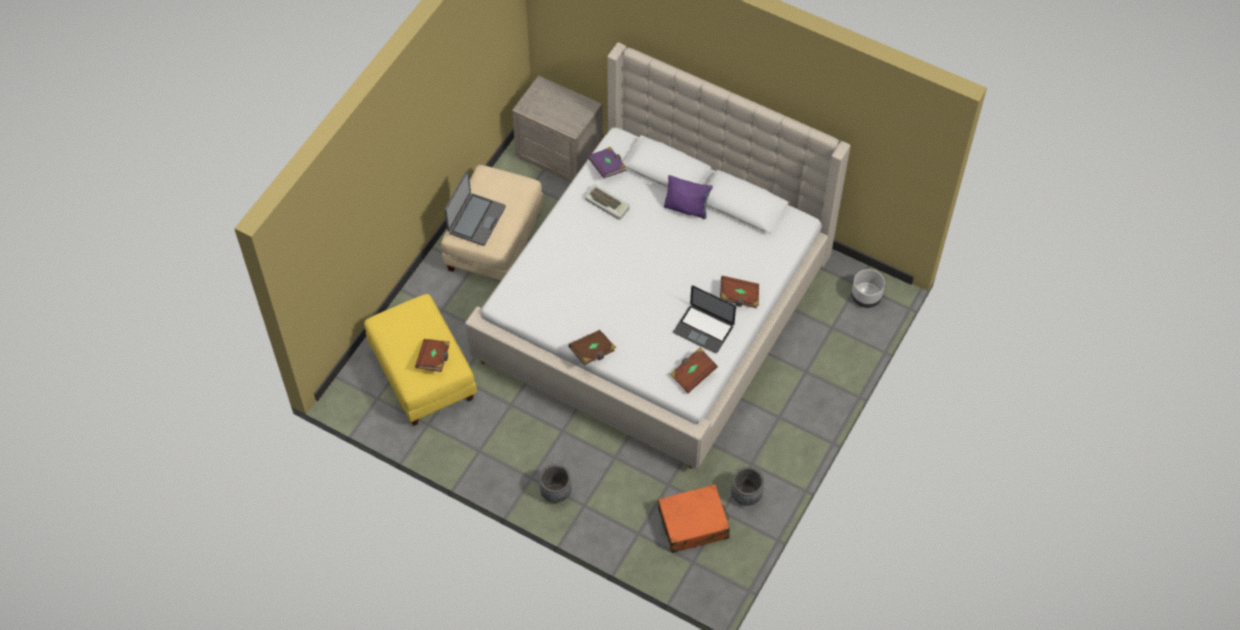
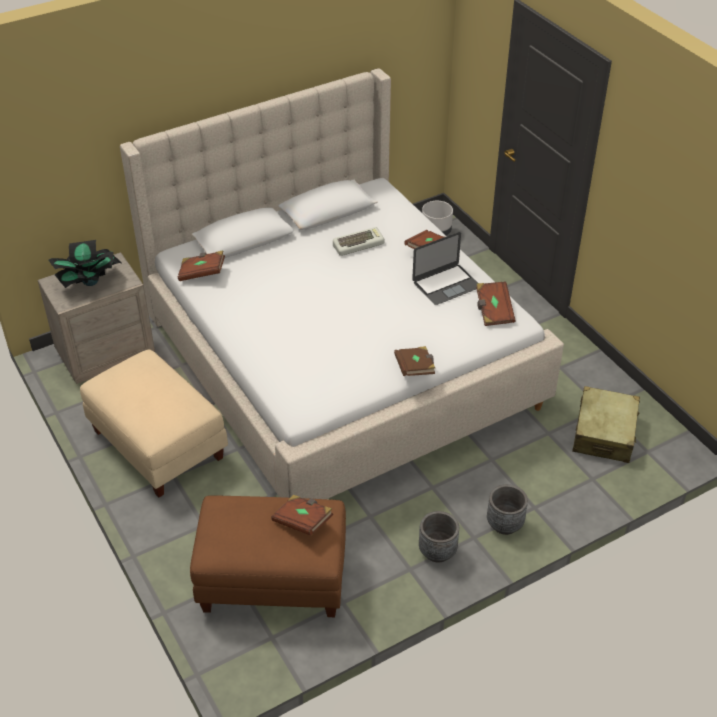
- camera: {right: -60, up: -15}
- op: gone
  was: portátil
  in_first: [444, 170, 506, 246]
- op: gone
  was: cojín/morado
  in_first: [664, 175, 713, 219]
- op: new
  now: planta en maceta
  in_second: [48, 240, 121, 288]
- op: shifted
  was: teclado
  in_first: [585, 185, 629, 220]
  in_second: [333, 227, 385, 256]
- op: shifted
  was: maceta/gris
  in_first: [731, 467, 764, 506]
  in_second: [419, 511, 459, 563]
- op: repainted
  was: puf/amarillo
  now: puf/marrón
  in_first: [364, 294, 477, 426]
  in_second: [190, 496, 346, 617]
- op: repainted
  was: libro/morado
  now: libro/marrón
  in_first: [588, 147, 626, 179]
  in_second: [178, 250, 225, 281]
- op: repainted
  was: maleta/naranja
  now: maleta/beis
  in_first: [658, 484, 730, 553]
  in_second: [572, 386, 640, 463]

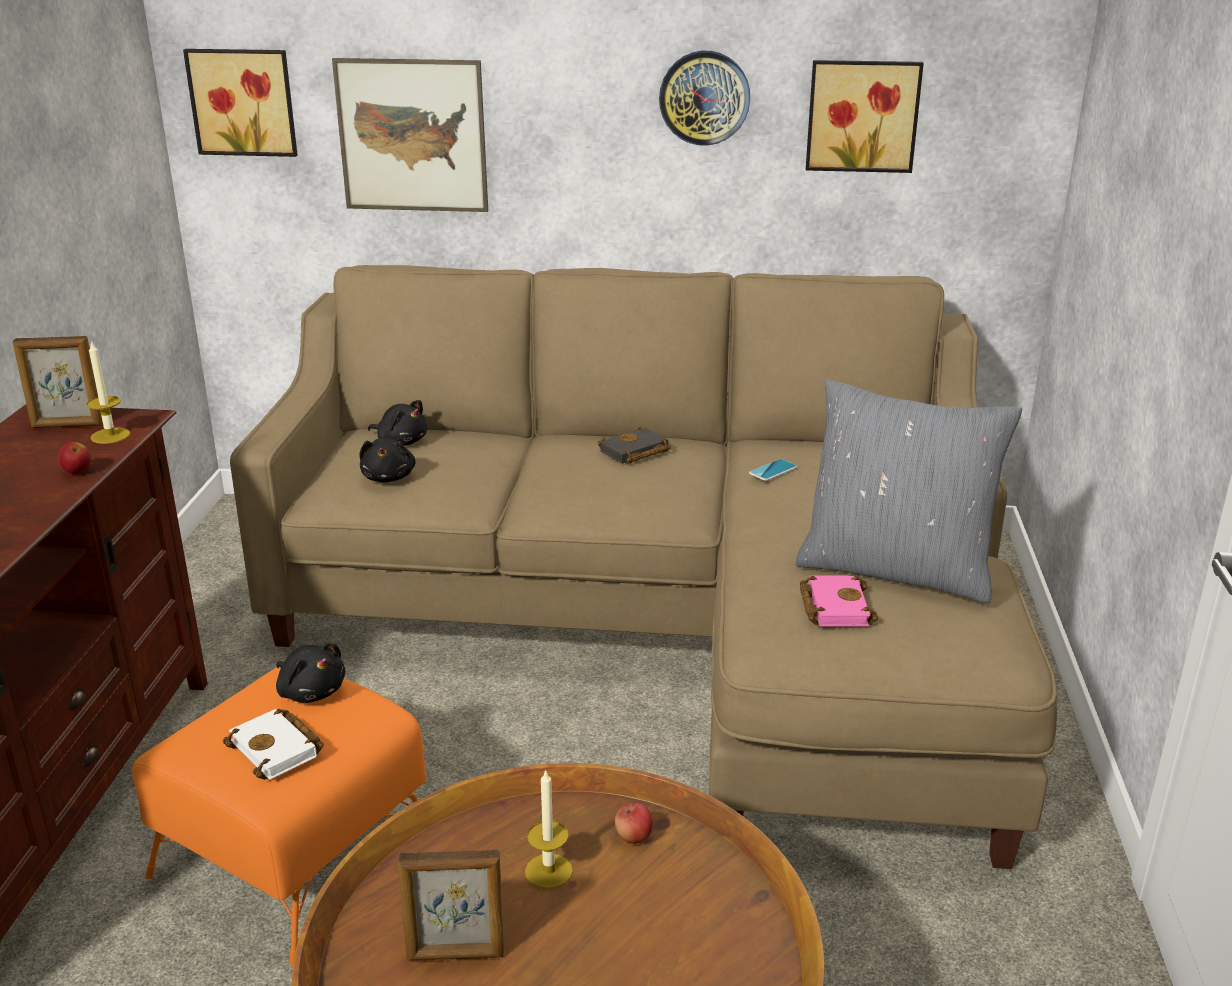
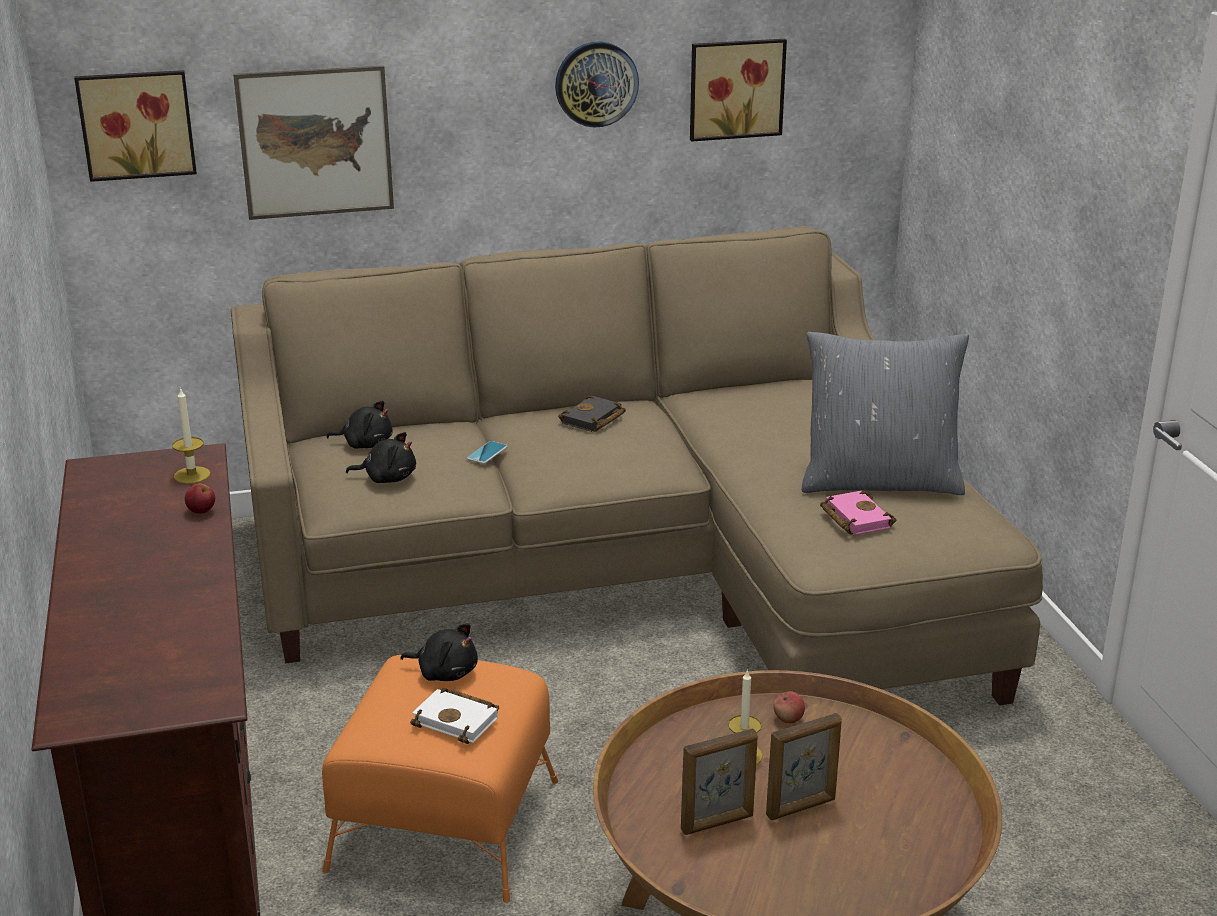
- camera: {right: -20, up: 0}
- op: shifted
  was: portarretratos
  in_first: [12, 336, 103, 428]
  in_second: [766, 713, 842, 820]
- op: shifted
  was: móvil
  in_first: [749, 459, 797, 481]
  in_second: [467, 441, 508, 464]
- op: rotated
  was: peluche/negro
  in_first: [359, 437, 416, 483]
  in_second: [346, 432, 416, 483]
  clockwise: -60

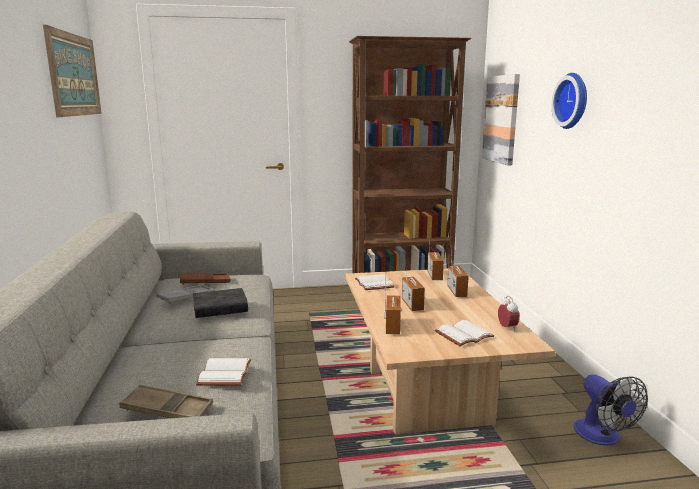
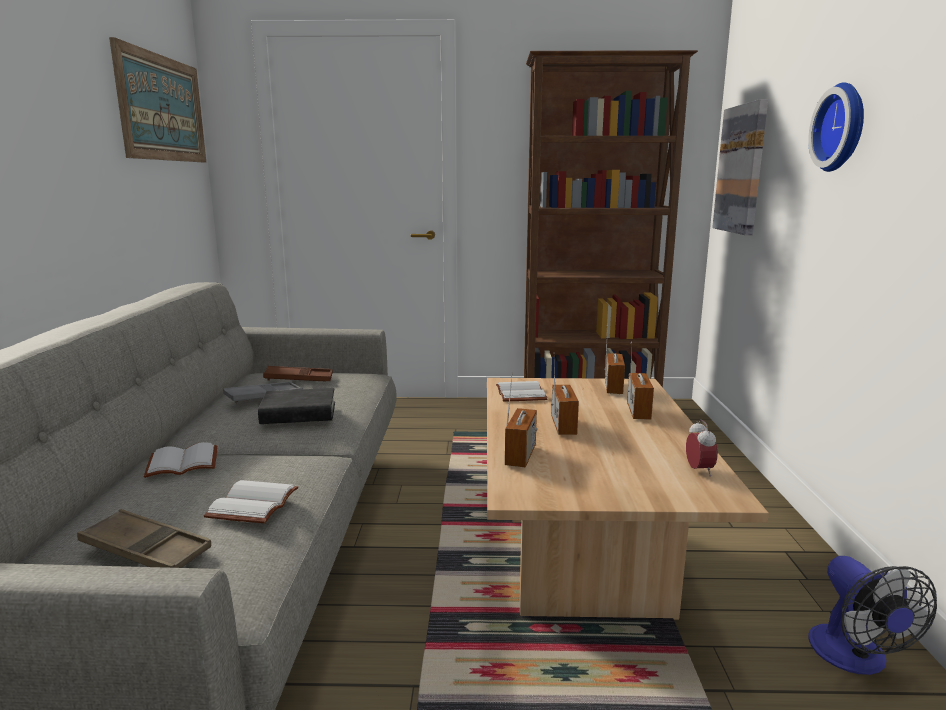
- camera: {right: 10, up: 0}
- op: shifted
  was: libro/blanco
  in_first: [435, 320, 494, 346]
  in_second: [144, 442, 217, 478]

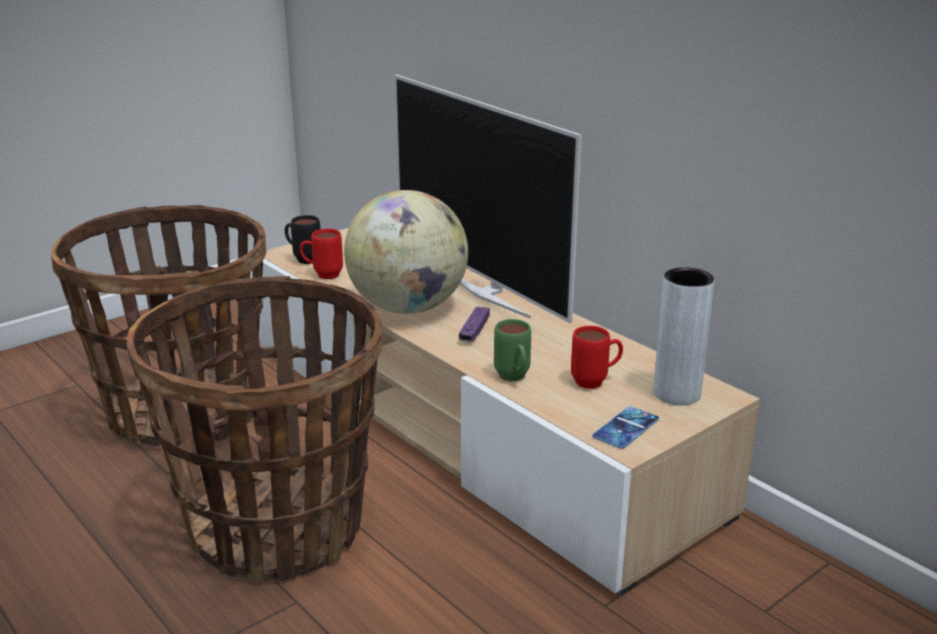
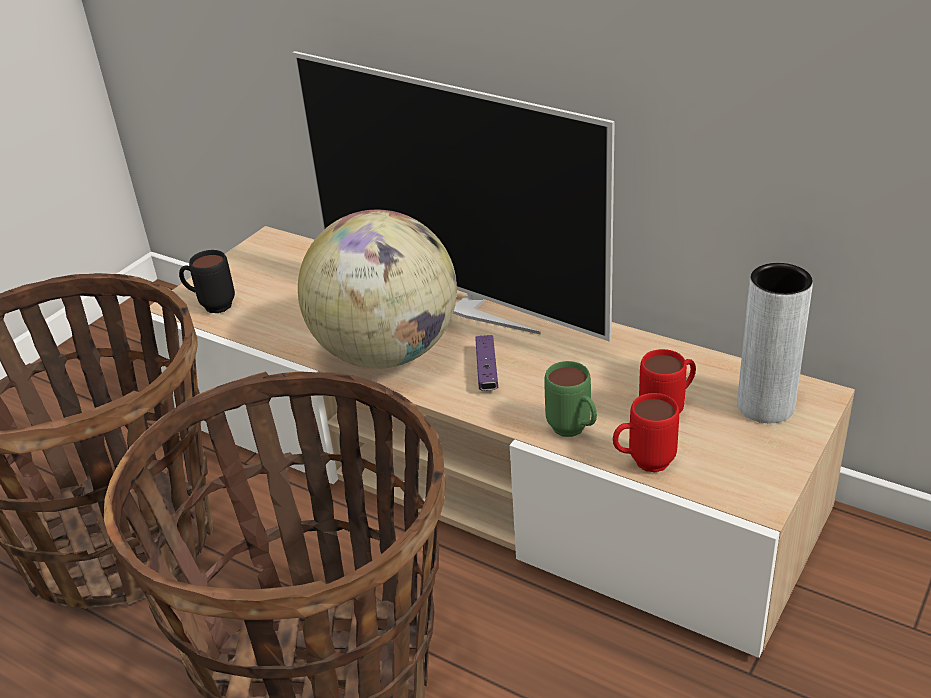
- camera: {right: -15, up: 10}
- op: gone
  was: móvil
  in_first: [592, 406, 659, 449]
- op: shifted
  was: taza grande/rojo
  in_first: [299, 229, 343, 279]
  in_second: [613, 393, 679, 472]

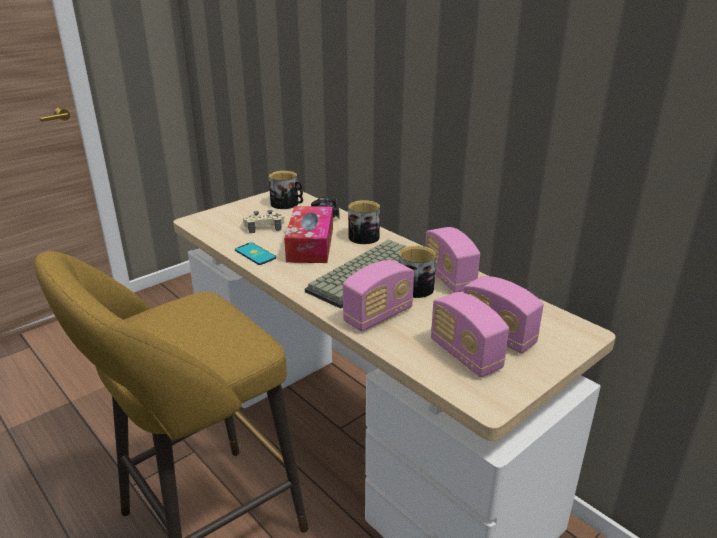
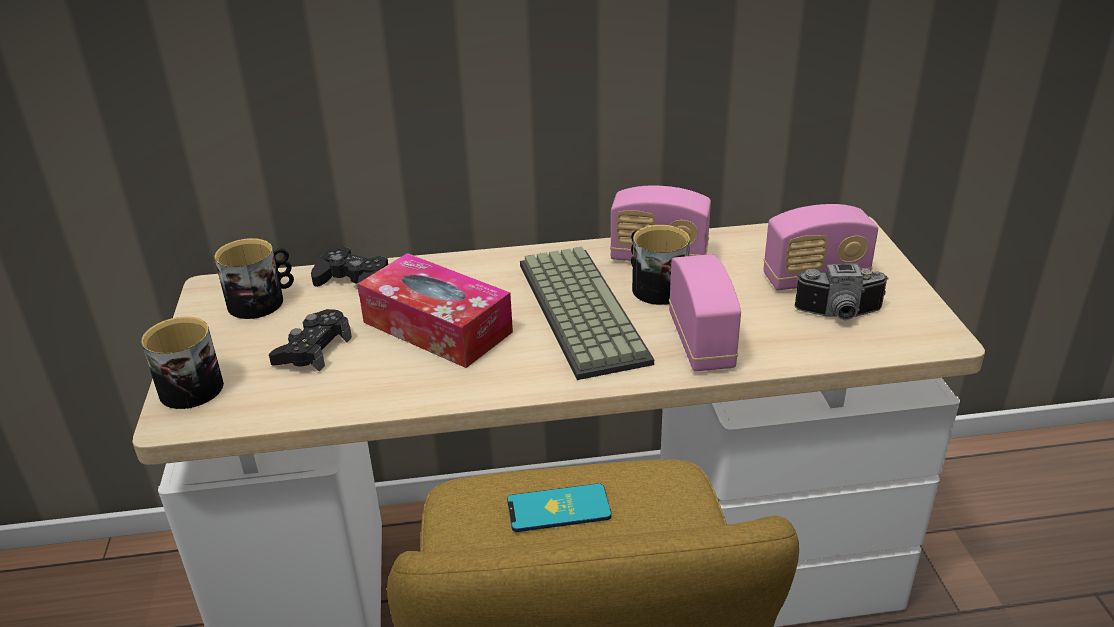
- camera: {right: -55, up: 5}
- op: shifted
  was: móvil
  in_first: [235, 242, 276, 265]
  in_second: [507, 483, 612, 532]
- op: shifted
  was: taza grande
  in_first: [348, 200, 380, 244]
  in_second: [141, 317, 224, 409]
- op: swapped
  was: radio
  now: cámara
  in_first: [431, 292, 509, 377]
  in_second: [794, 264, 889, 320]
- op: repainted
  was: mando de consola/beis
  now: mando de consola/negro
  in_first: [243, 210, 284, 233]
  in_second: [269, 309, 352, 372]

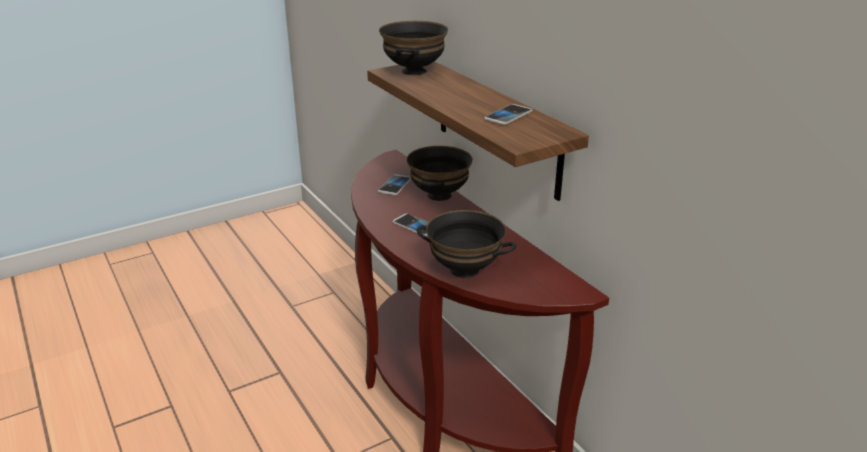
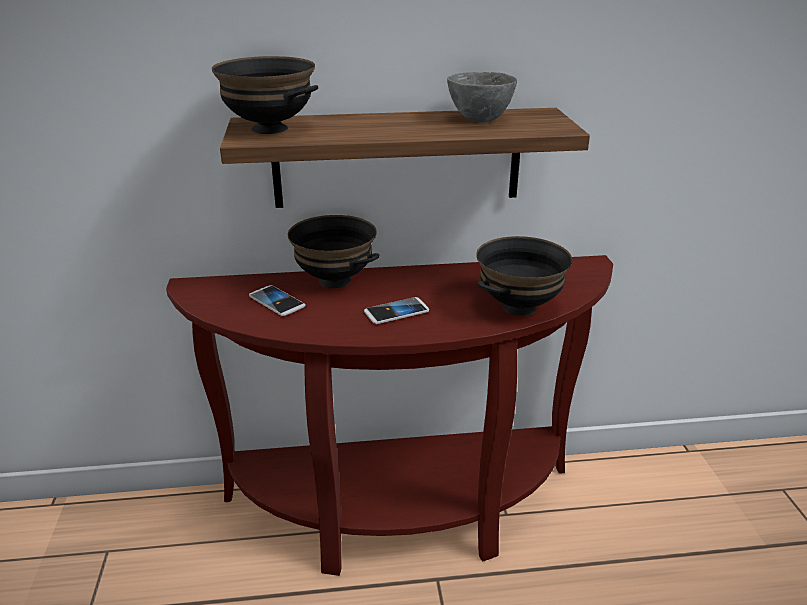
- camera: {right: -65, up: 0}
- op: swapped
  was: móvil
  now: cuenco/gris
  in_first: [484, 104, 533, 125]
  in_second: [447, 72, 517, 123]

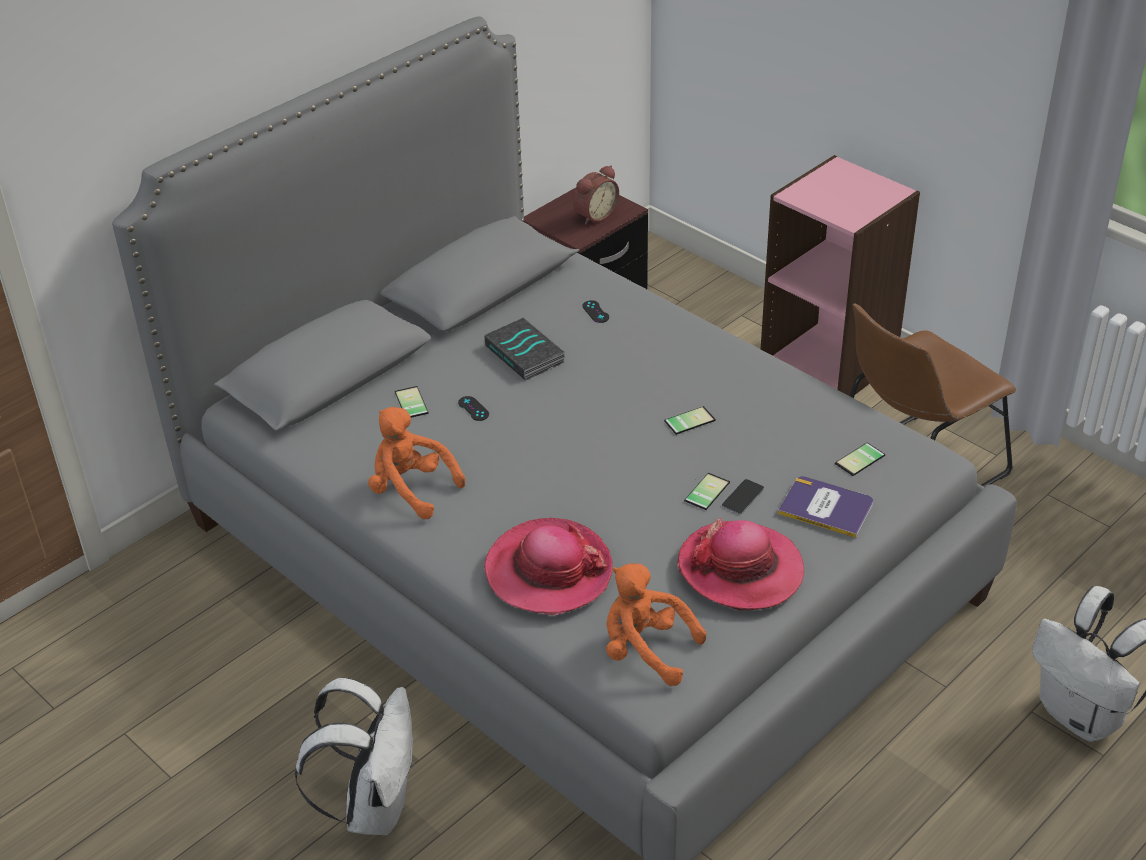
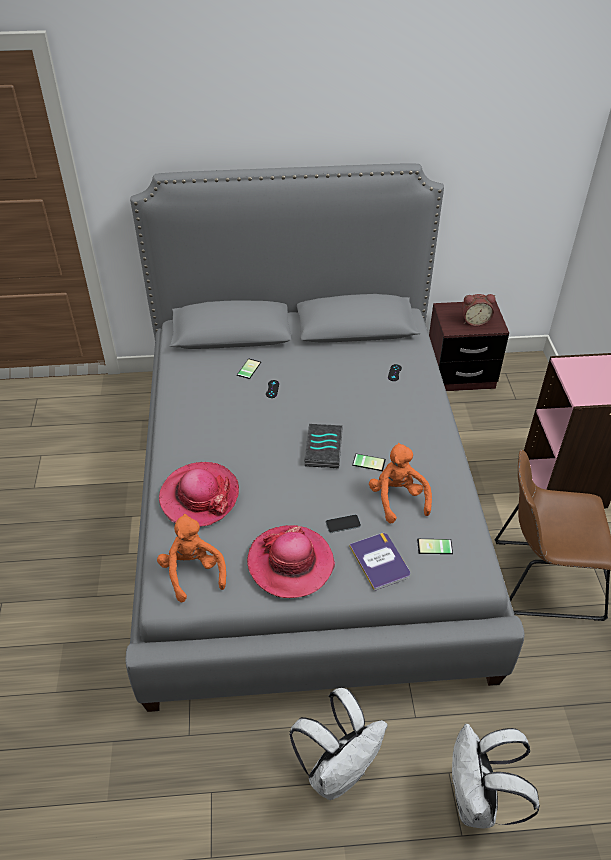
- camera: {right: 40, up: 5}
- op: gone
  was: móvil
  in_first: [684, 473, 730, 510]
- op: shifted
  was: mochila/blanco
  in_first: [295, 678, 414, 835]
  in_second: [289, 688, 388, 800]
- op: shifted
  was: peluche/naranja
  in_first: [368, 407, 465, 519]
  in_second: [369, 443, 432, 523]
- op: shifted
  was: libro
  in_first: [484, 318, 565, 381]
  in_second: [305, 424, 343, 469]

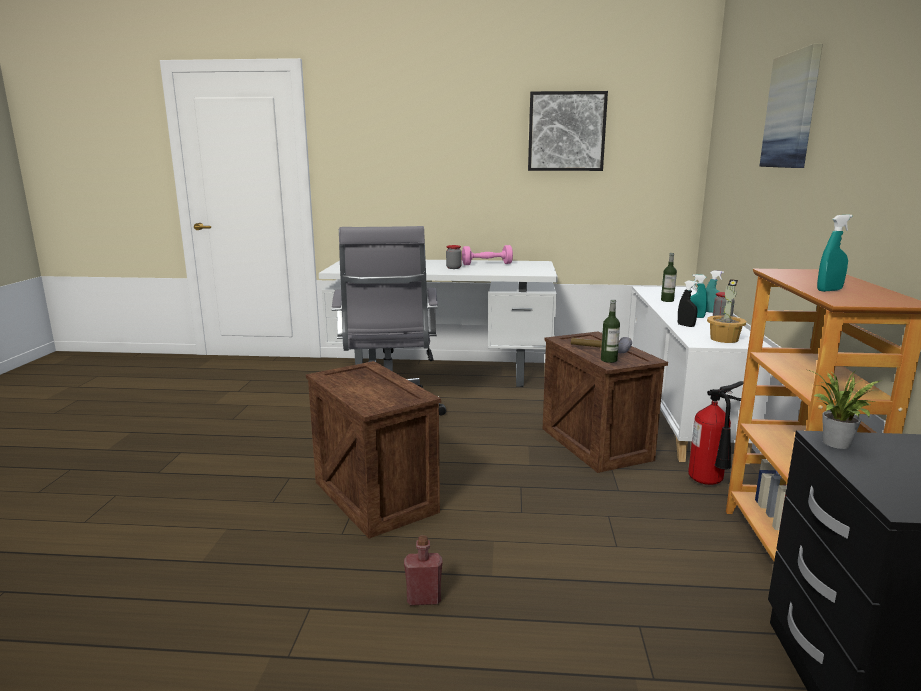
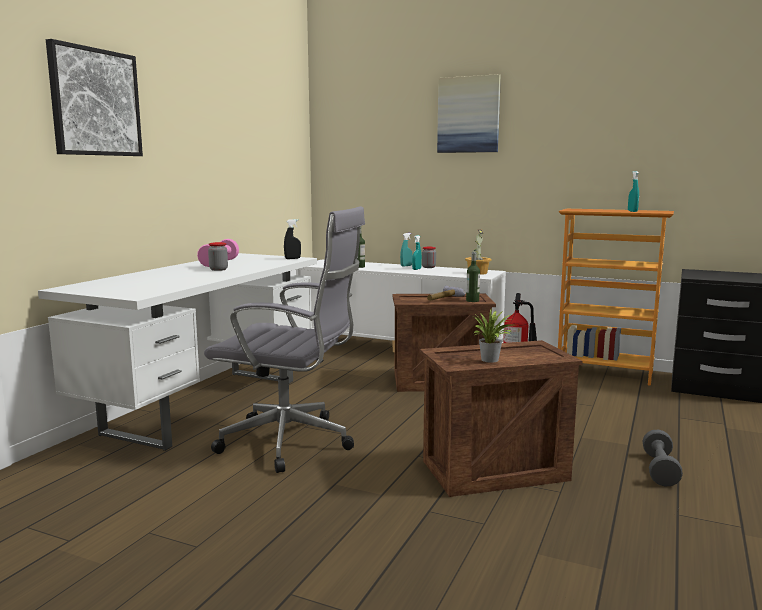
- camera: {right: -70, up: -5}
- op: shifted
  was: cuadro
  in_first: [528, 91, 608, 171]
  in_second: [46, 39, 143, 156]
- op: shifted
  was: pulverizador/negro
  in_first: [678, 280, 698, 327]
  in_second: [284, 219, 301, 259]
- op: shifted
  was: planta en maceta
  in_first: [808, 370, 880, 449]
  in_second: [469, 309, 513, 363]
- op: swapped
  was: botella/rojo
  now: mancuerna/gris
  in_first: [404, 535, 442, 605]
  in_second: [642, 430, 683, 486]

